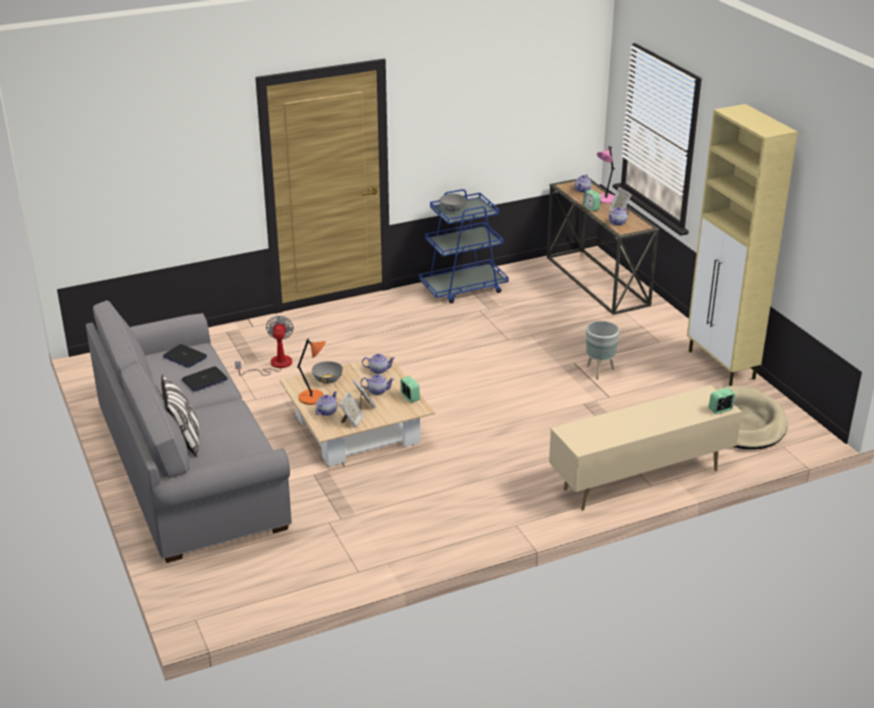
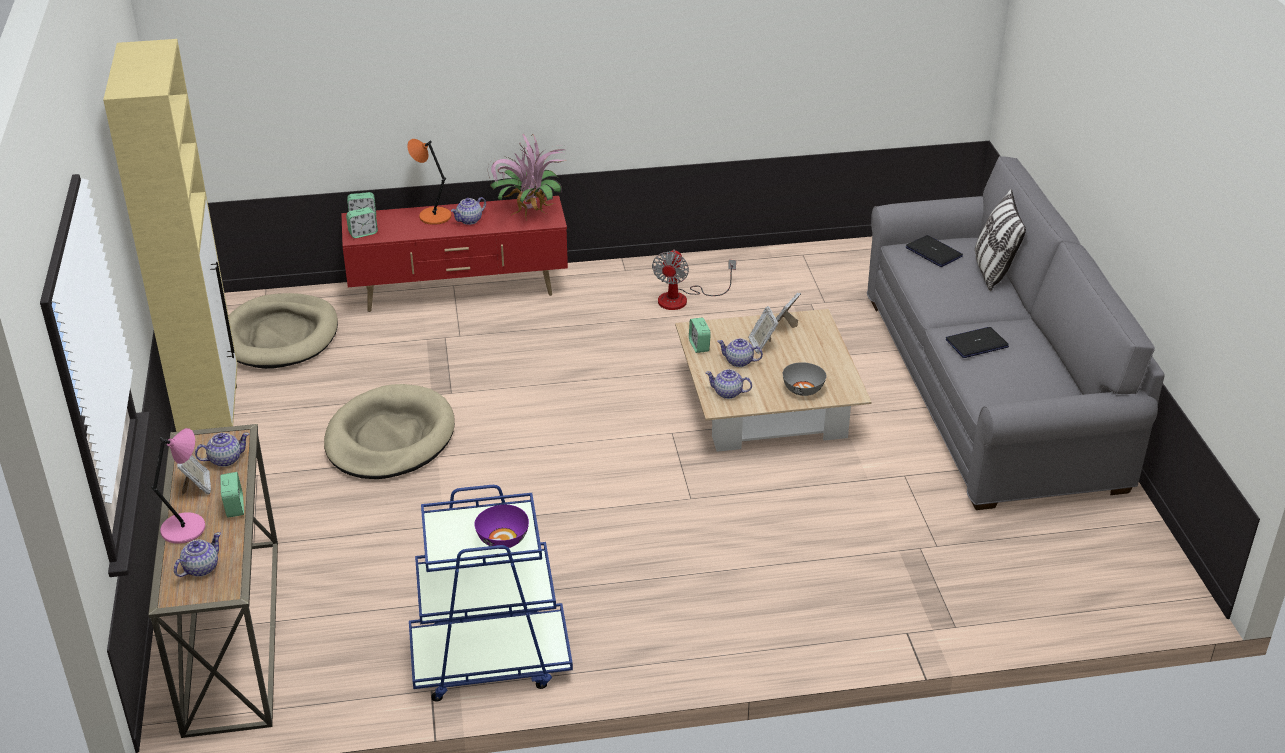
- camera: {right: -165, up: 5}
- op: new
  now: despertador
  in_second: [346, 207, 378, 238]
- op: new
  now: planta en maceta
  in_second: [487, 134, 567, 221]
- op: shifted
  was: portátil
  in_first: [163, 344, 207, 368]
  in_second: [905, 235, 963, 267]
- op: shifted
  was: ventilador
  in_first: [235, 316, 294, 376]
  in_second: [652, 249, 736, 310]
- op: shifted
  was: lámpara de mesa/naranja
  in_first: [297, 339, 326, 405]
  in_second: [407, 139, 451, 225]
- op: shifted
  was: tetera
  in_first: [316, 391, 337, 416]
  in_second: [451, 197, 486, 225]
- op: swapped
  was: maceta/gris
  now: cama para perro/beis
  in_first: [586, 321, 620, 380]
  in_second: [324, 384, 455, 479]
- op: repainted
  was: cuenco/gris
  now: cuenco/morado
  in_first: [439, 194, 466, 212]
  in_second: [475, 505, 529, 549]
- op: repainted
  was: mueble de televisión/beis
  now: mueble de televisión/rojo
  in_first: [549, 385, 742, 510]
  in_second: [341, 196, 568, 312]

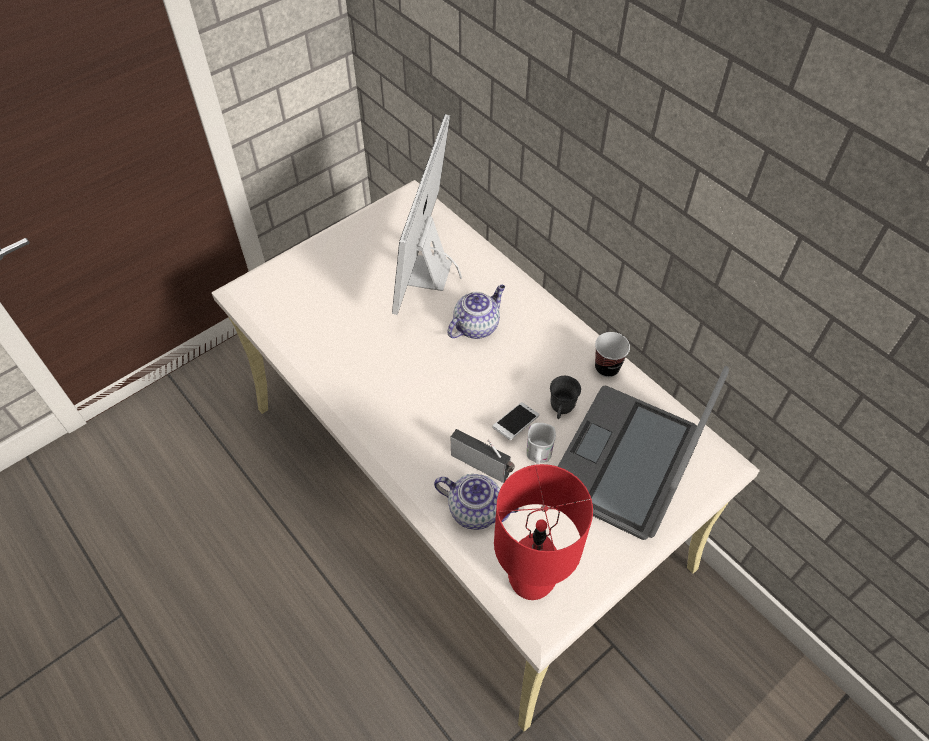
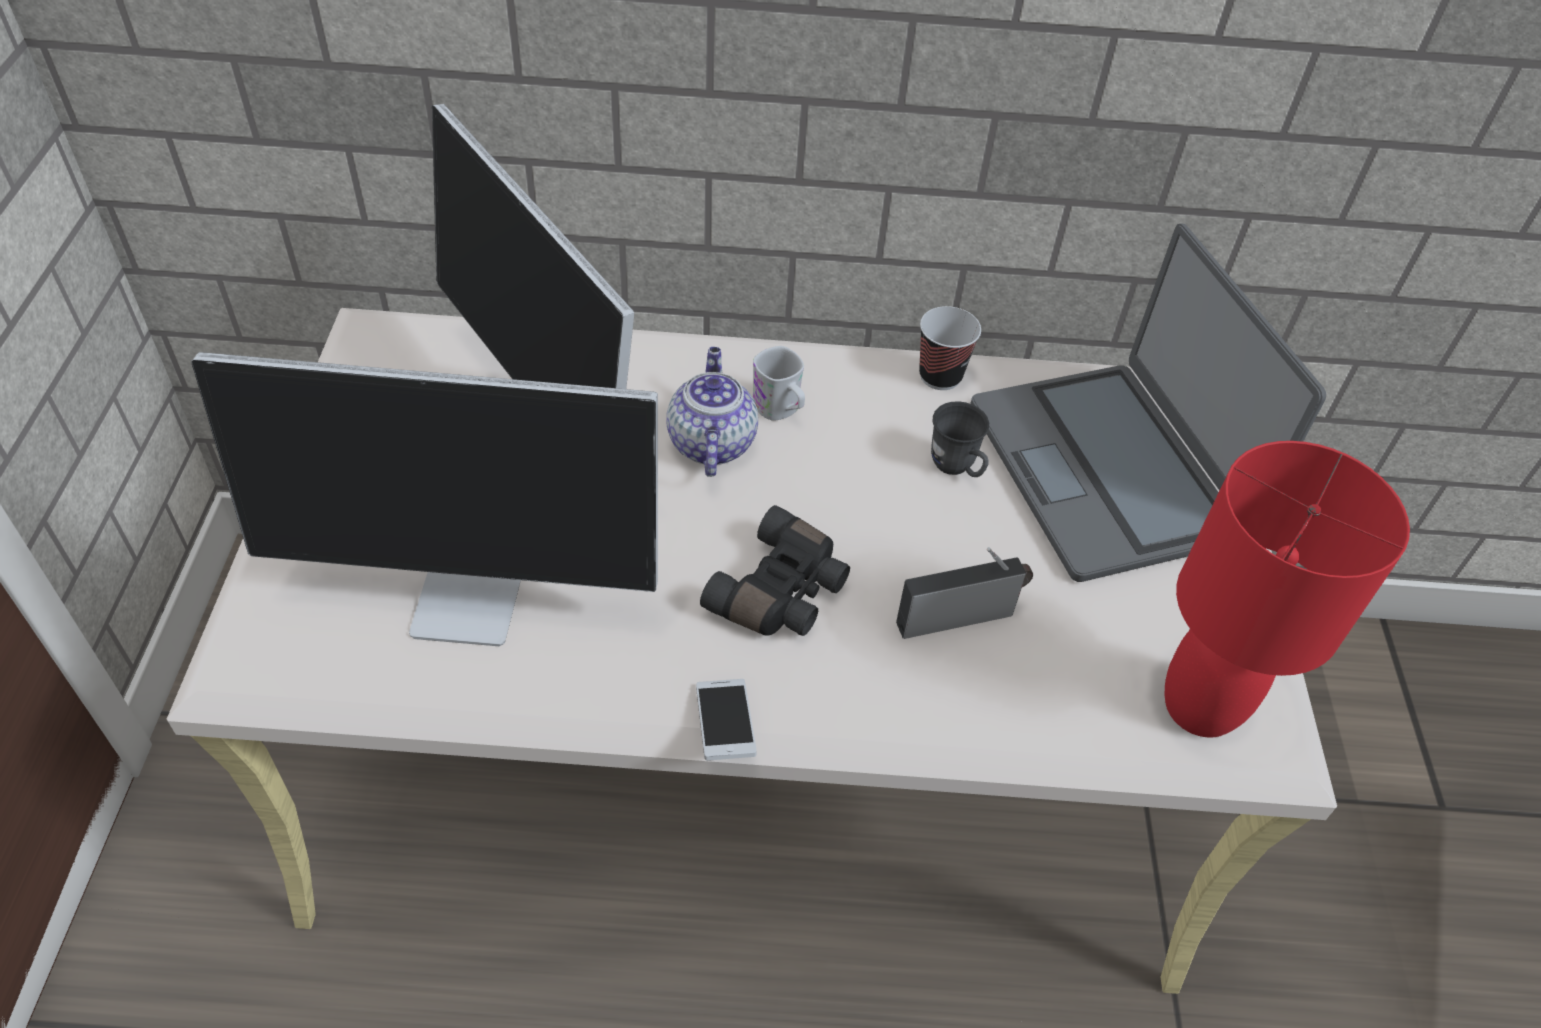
- camera: {right: -50, up: -5}
- op: gone
  was: tetera
  in_first: [434, 474, 519, 530]
- op: new
  now: monitor
  in_second: [191, 352, 658, 646]
- op: new
  now: prismáticos/negro
  in_second: [700, 505, 850, 636]
- op: shifted
  was: móvil
  in_first: [492, 402, 540, 440]
  in_second: [696, 679, 757, 761]
- op: shifted
  was: taza grande/blanco
  in_first: [526, 423, 556, 464]
  in_second: [753, 346, 805, 421]

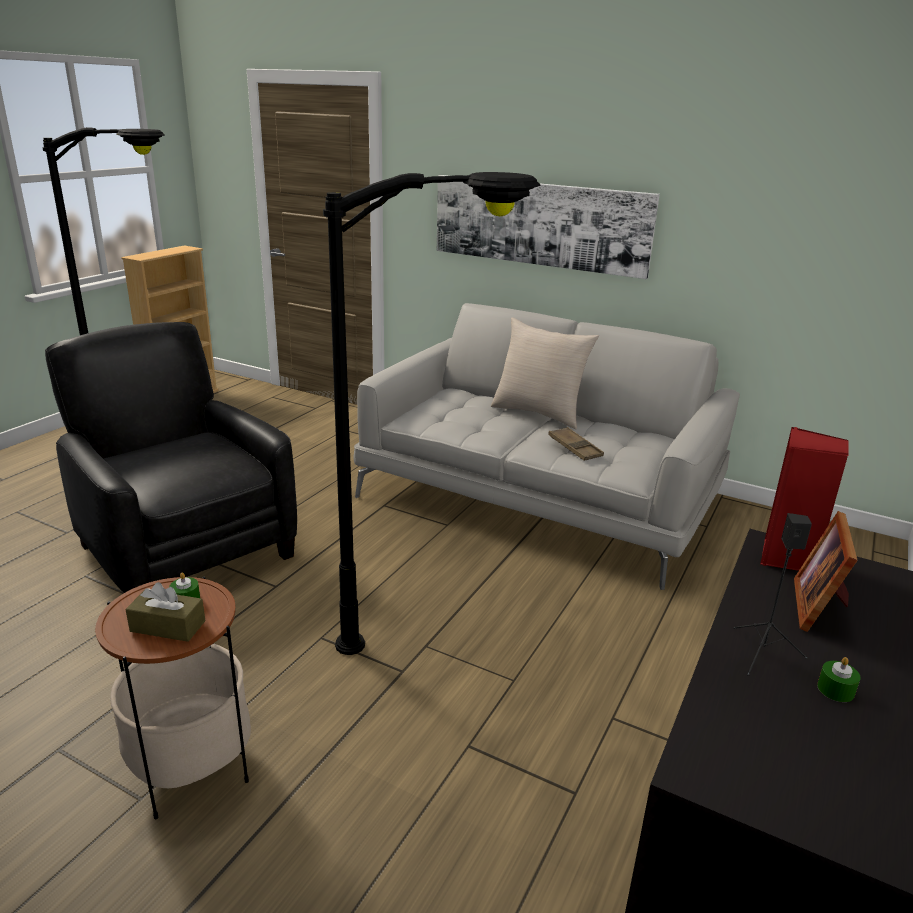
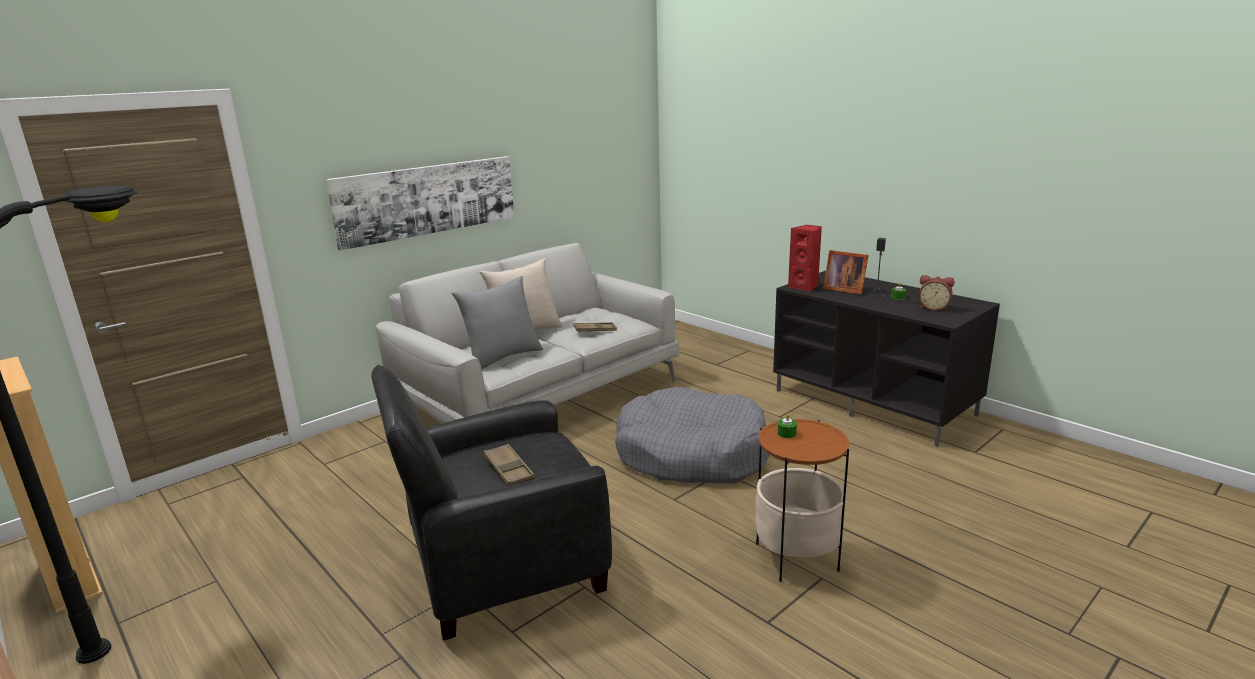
- camera: {right: -70, up: -5}
- op: gone
  was: caja de pañuelos/marrón
  in_first: [125, 582, 205, 642]
- op: new
  now: cojín/gris
  in_second: [452, 276, 543, 369]
- op: new
  now: bandeja/marrón
  in_second: [484, 444, 534, 486]
- op: new
  now: despertador
  in_second: [919, 275, 954, 311]
- op: swapped
  was: lámpara de pie/negro
  now: cama para perro/gris
  in_first: [323, 172, 541, 655]
  in_second: [615, 387, 770, 483]

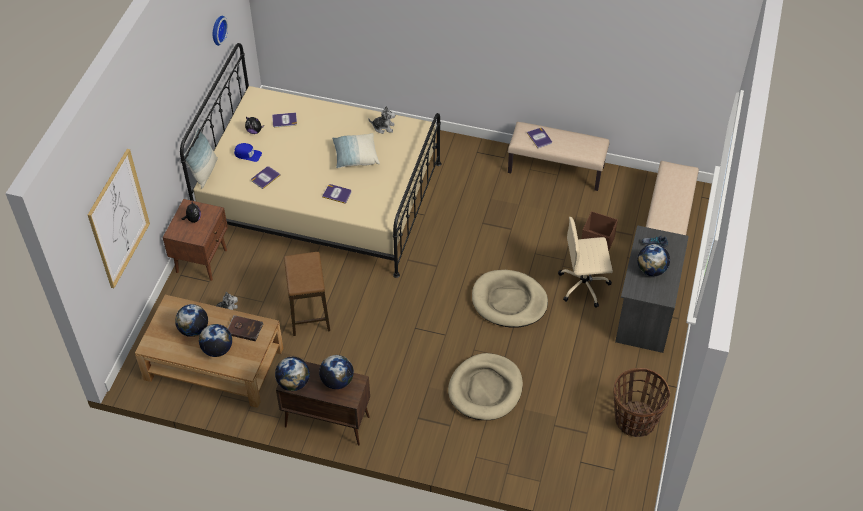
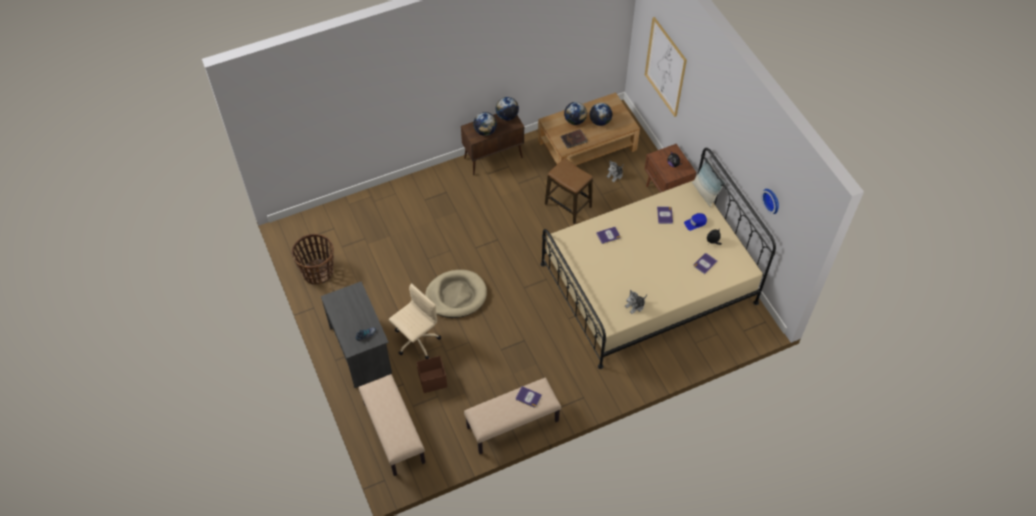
- camera: {right: 140, up: 5}
- op: gone
  was: cojín
  in_first: [332, 133, 380, 168]
- op: gone
  was: cama para perro/beis
  in_first: [448, 353, 523, 420]
- op: gone
  was: globo terráqueo
  in_first: [637, 244, 670, 276]

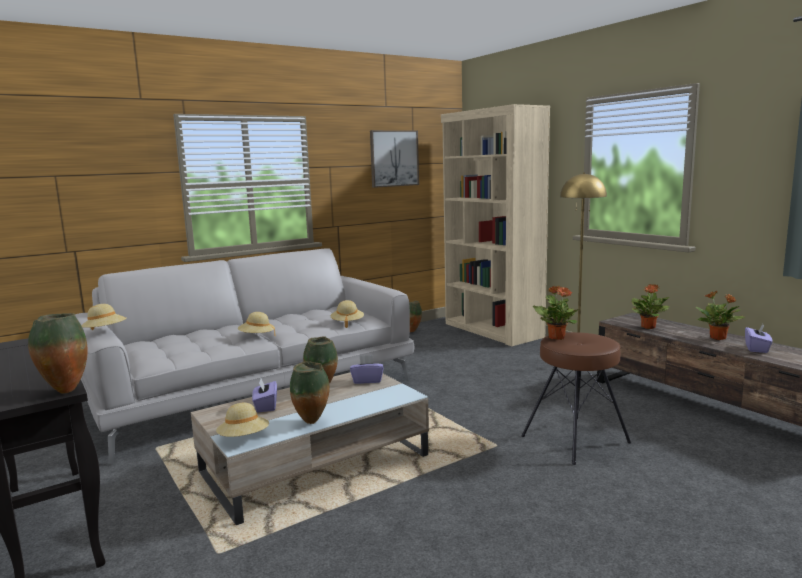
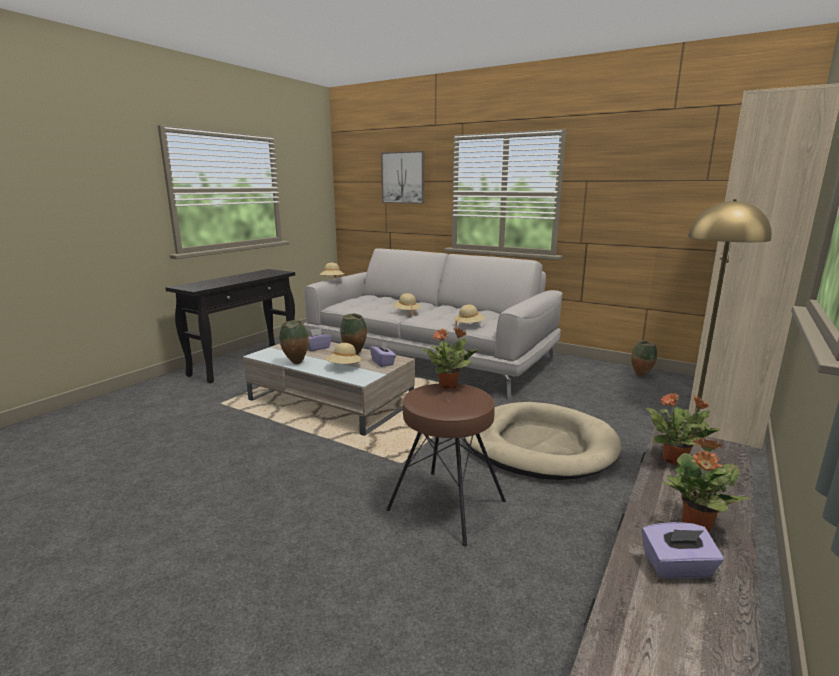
- camera: {right: 65, up: 5}
- op: gone
  was: florero
  in_first: [28, 313, 88, 394]
- op: new
  now: cama para perro/beis
  in_second: [464, 402, 622, 480]
- op: shifted
  was: sombrero/beis
  in_first: [216, 403, 269, 437]
  in_second: [326, 343, 362, 364]
- op: shifted
  was: cuadro
  in_first: [370, 130, 419, 188]
  in_second: [381, 151, 425, 204]

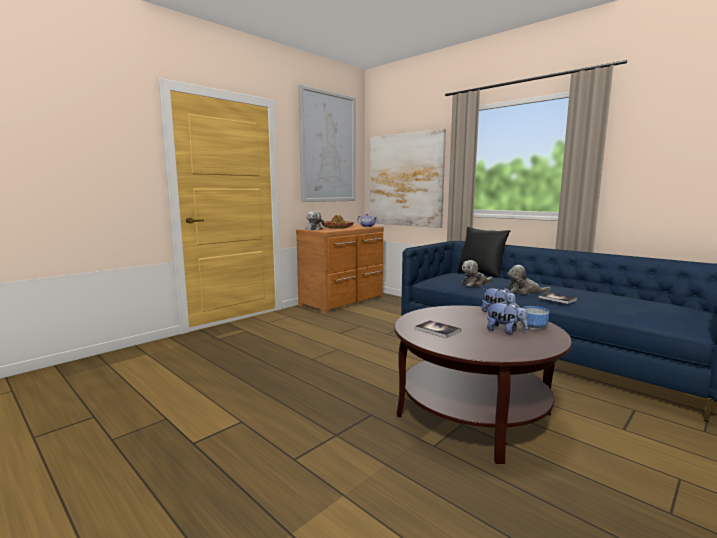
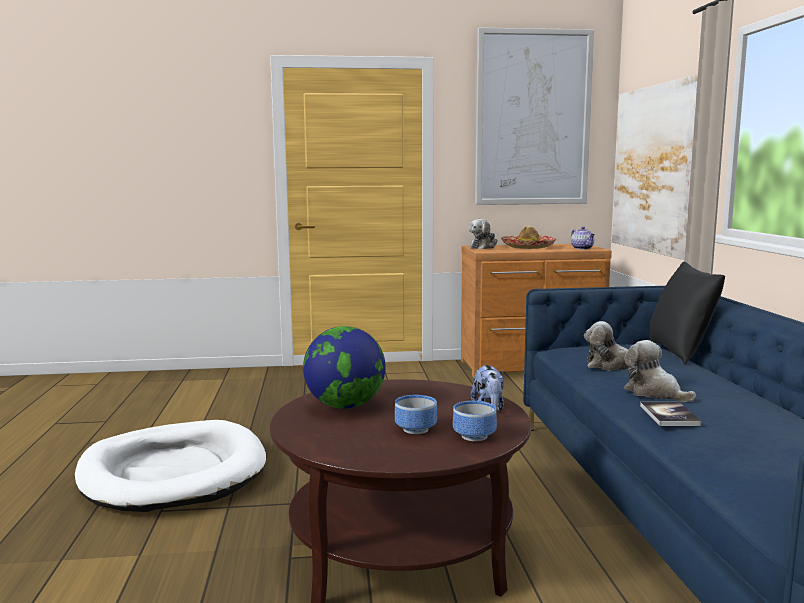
- camera: {right: 40, up: 0}
- op: new
  now: cama para perro/blanco
  in_second: [75, 420, 266, 512]
- op: swapped
  was: libro
  now: globo terráqueo
  in_first: [415, 320, 461, 338]
  in_second: [303, 326, 386, 409]
- op: swapped
  was: peluche
  now: cuenco
  in_first: [487, 301, 528, 334]
  in_second: [395, 395, 437, 434]

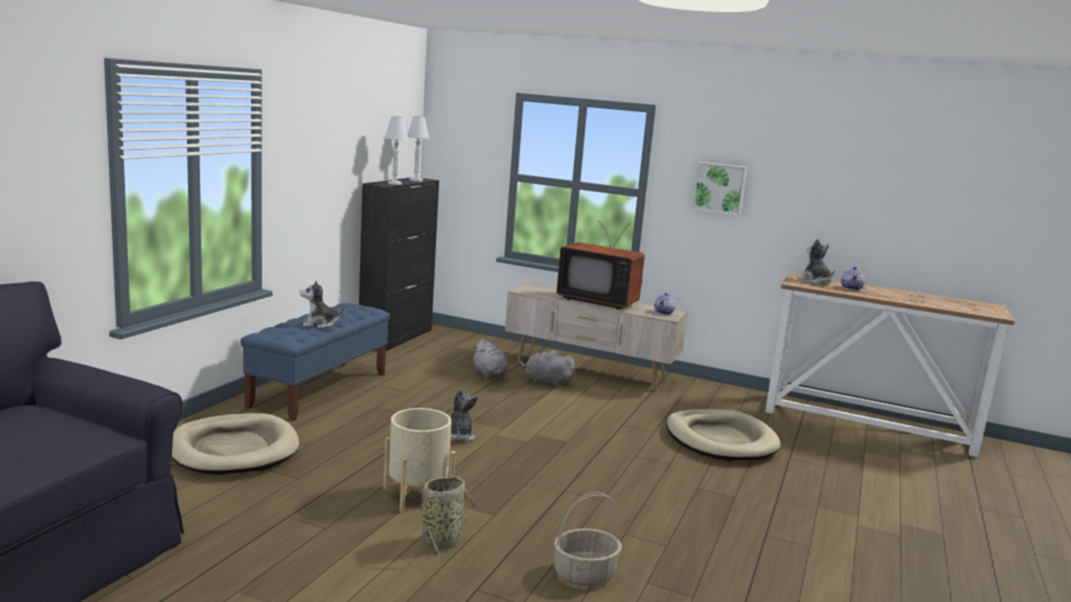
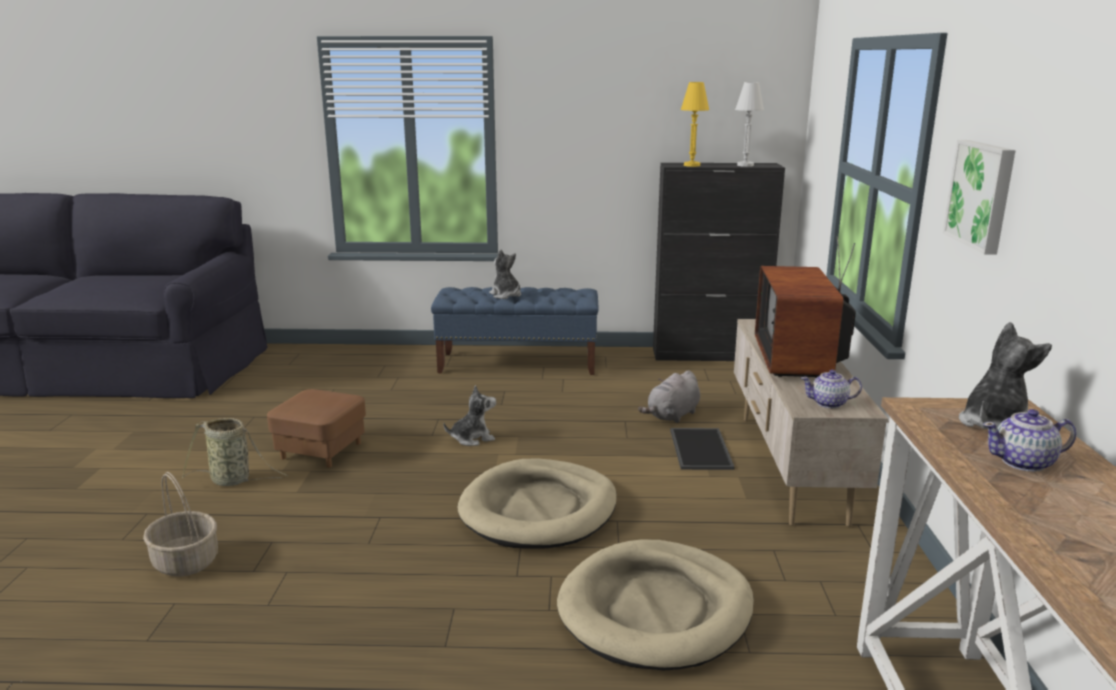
- camera: {right: 70, up: 5}
- op: shifted
  was: cama para perro/beis
  in_first: [172, 413, 299, 475]
  in_second: [457, 459, 617, 549]
- op: swapped
  was: maceta/beis
  now: puf/marrón
  in_first: [384, 408, 456, 512]
  in_second: [267, 389, 366, 468]
- op: swapped
  was: peluche/gris
  now: bandeja
  in_first: [519, 350, 576, 387]
  in_second: [670, 428, 734, 470]
- op: repainted
  was: lámpara de mesa/blanco
  now: lámpara de mesa/amarillo
  in_first: [385, 116, 408, 185]
  in_second: [681, 82, 709, 167]

